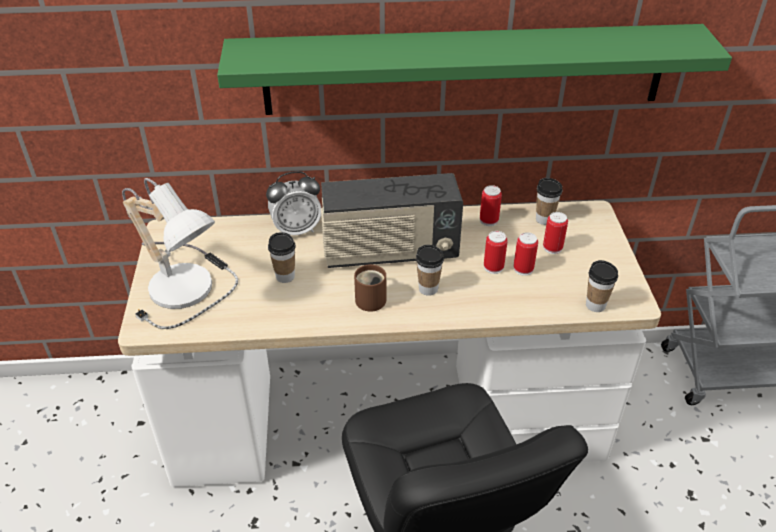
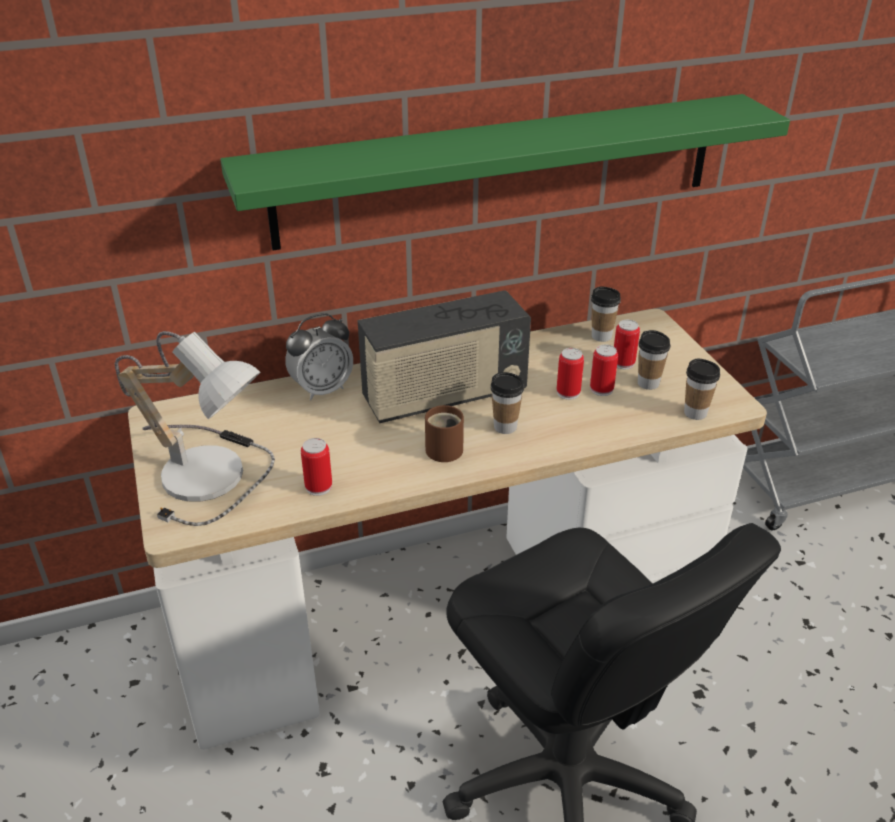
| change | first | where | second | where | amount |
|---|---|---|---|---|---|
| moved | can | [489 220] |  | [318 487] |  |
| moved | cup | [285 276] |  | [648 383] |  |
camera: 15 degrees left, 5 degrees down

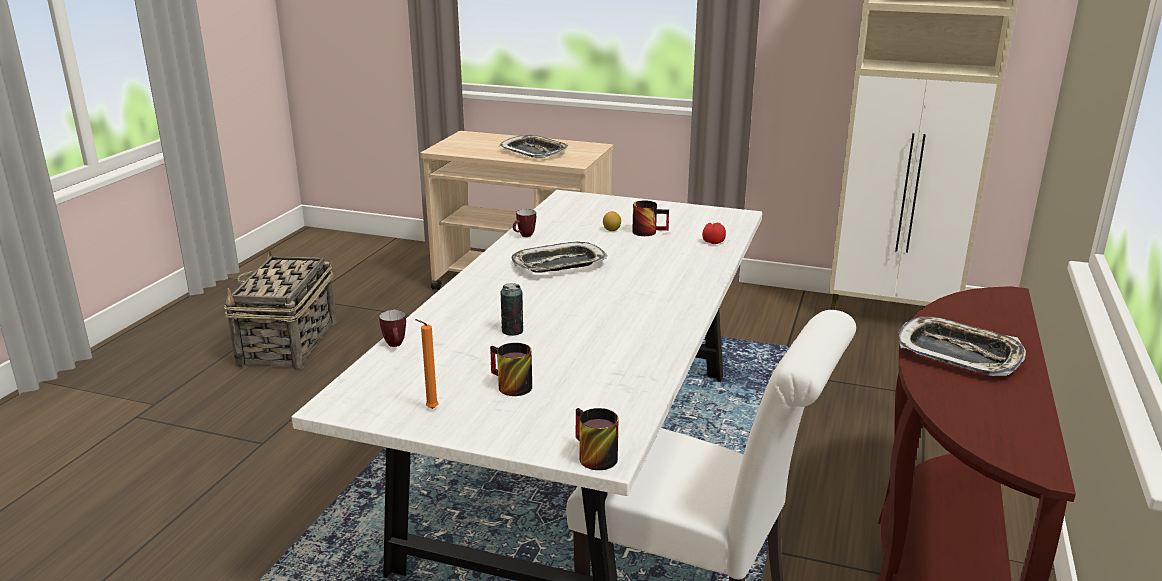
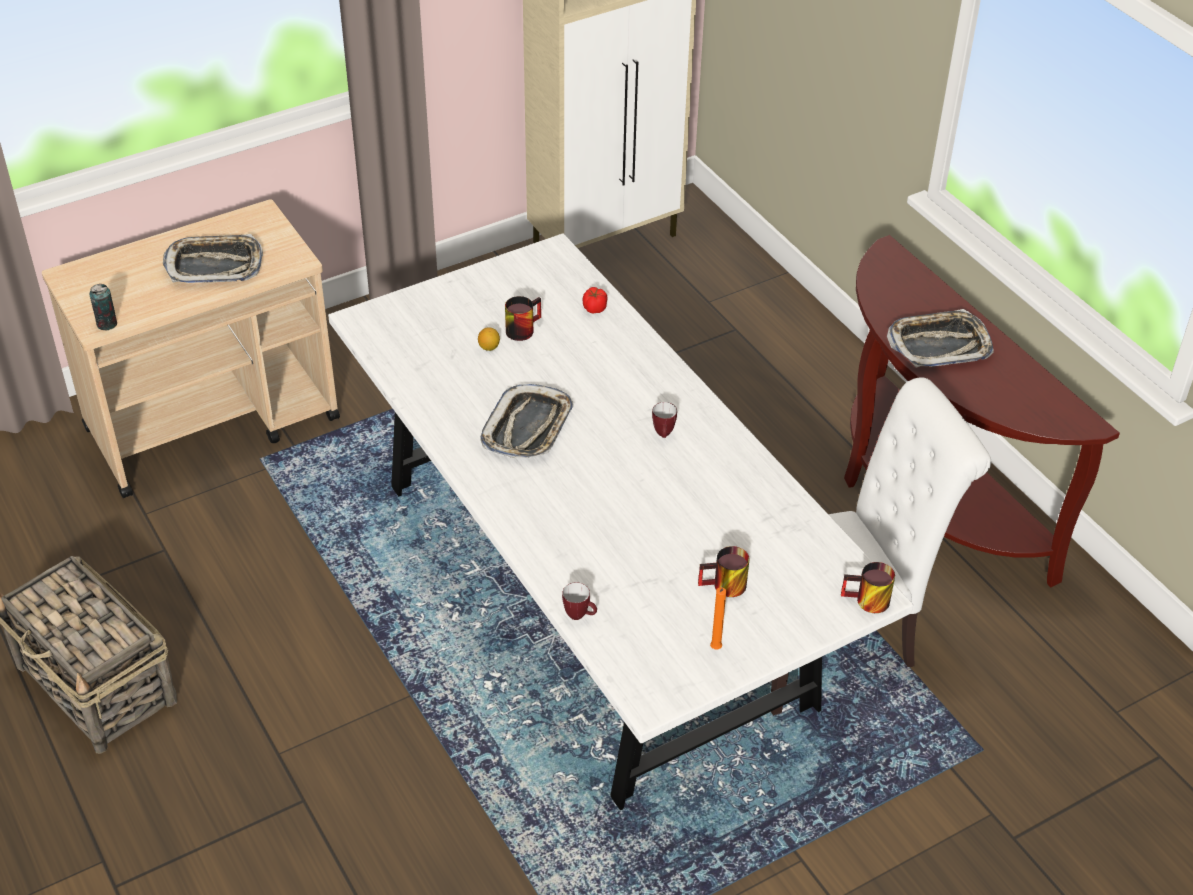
| change | first | where | second | where | amount |
|---|---|---|---|---|---|
| moved | can | [512 331] |  | [107 324] |  |
| moved | mug | [524 236] |  | [664 435] |  |
camera: 50 degrees left, 20 degrees up

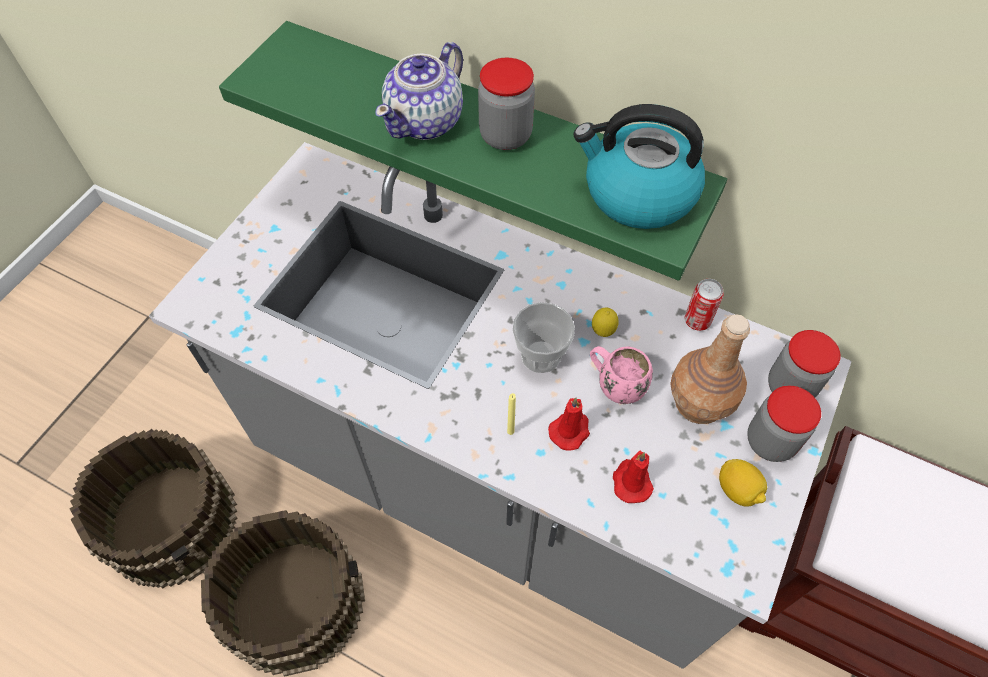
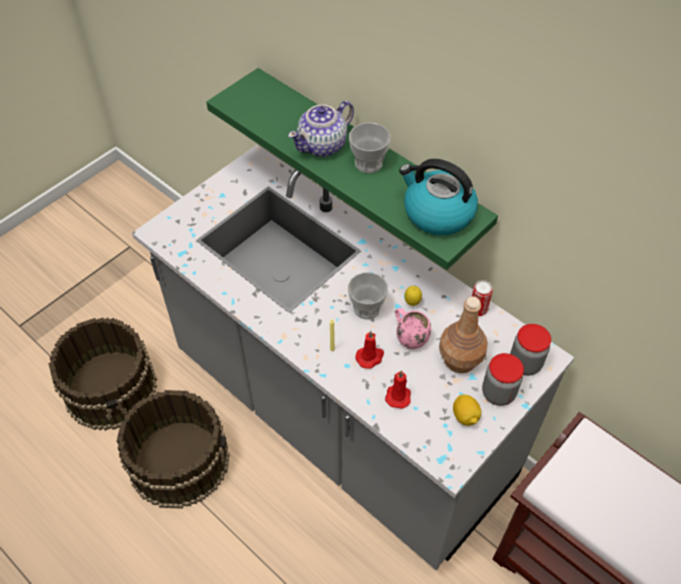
| change | first | where | second | where | amount |
|---|---|---|---|---|---|
| replaced | jar | [505 136] | cup | [368 163] |  |
camera: 15 degrees right, 5 degrees down

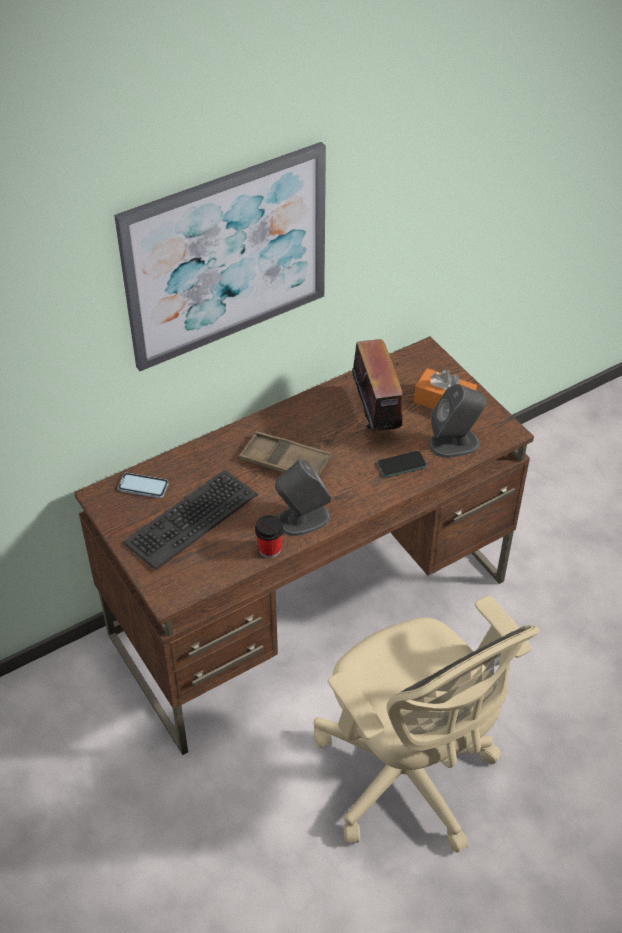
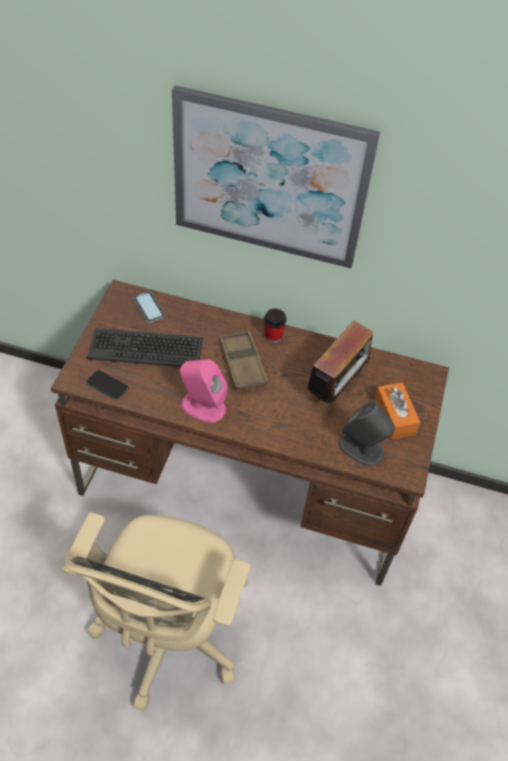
| change | first | where | second | where | amount |
|---|---|---|---|---|---|
| moved | phone | [402 465] |  | [107 385] |  |
| recoloured | grey speaker | [302 519] | pink speaker | [202 406] |  |
| moved | cup | [269 549] |  | [273 336] |  |
camera: 45 degrees right, 5 degrees up

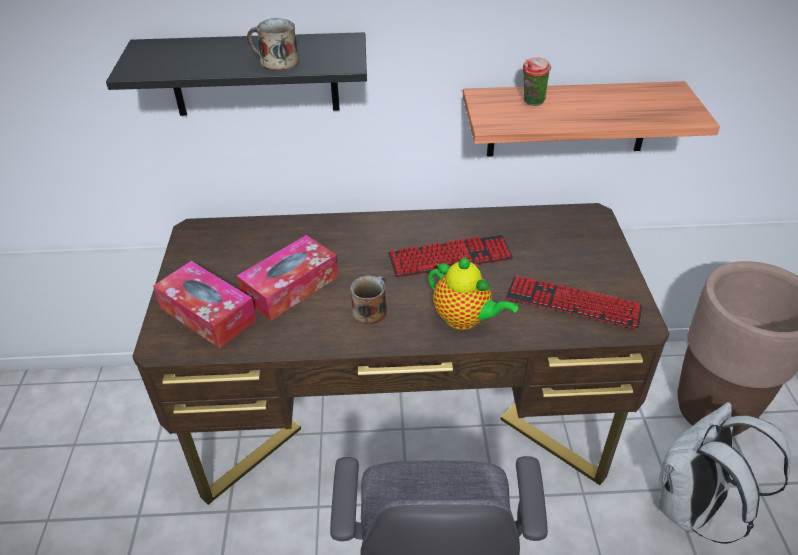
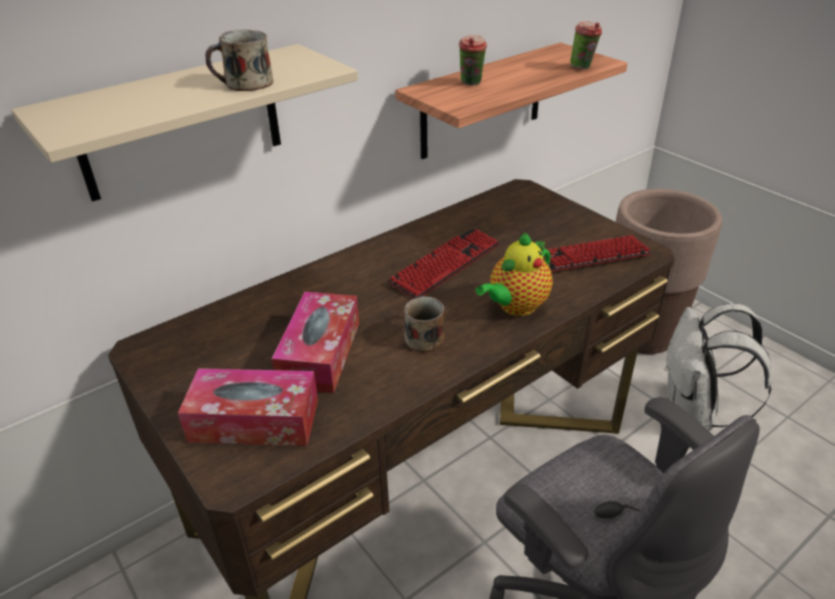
| change | first | where | second | where | amount |
|---|---|---|---|---|---|
| recoloured | black shelf | [254 75] | beige shelf | [181 123] |  |
| turned | teapot | [464 319] |  | [515 307] | 135 degrees clockwise |
| added |  |  | cup | [583 68] |  |
camera: 35 degrees left, 5 degrees down

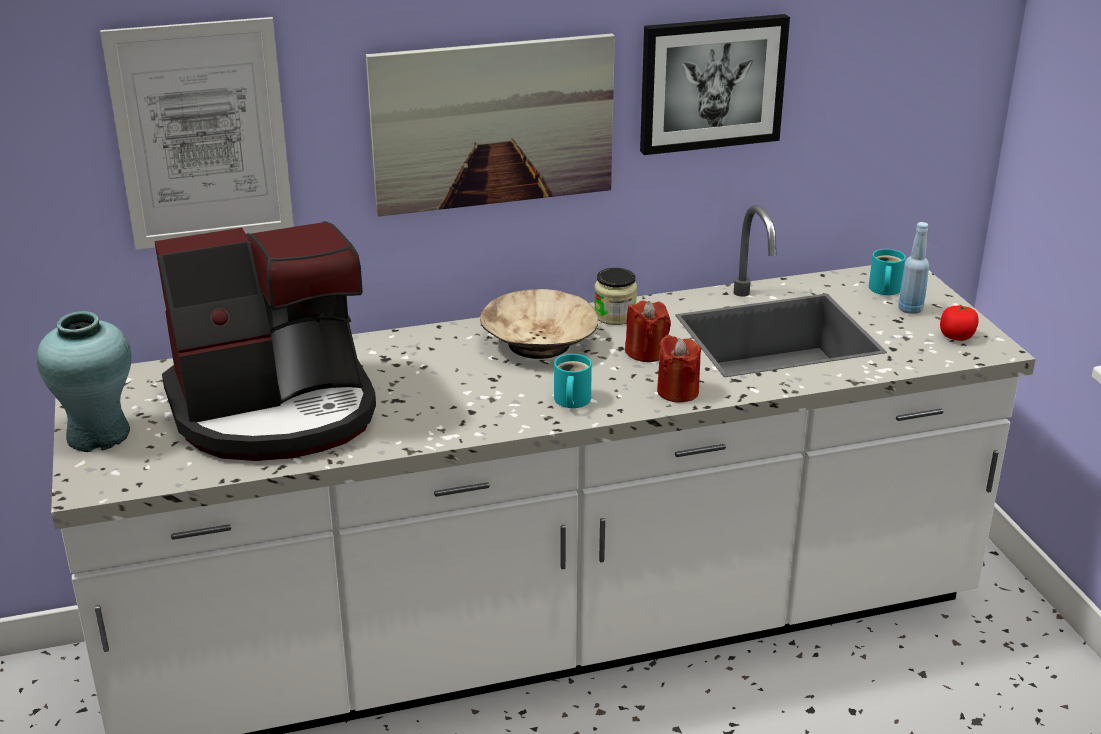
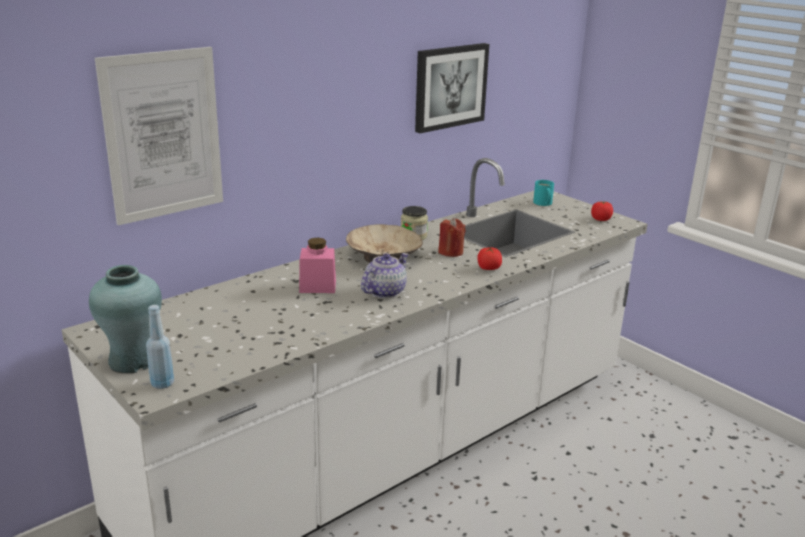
| change | first | where | second | where | amount |
|---|---|---|---|---|---|
| moved | blue bottle | [910 309] |  | [162 383] |  |
| added |  |  | pink jar | [317 286] |  |
| added |  |  | teapot | [384 291] |  |
| replaced | red candle | [677 392] | tomato | [488 268] |  |
| removed | coffee machine | [276 410] |  |  |  |
| removed | picture | [493 124] |  |  |  |
| removed | turquoise mug | [570 400] |  |  |  |
camera: 25 degrees left, 5 degrees down

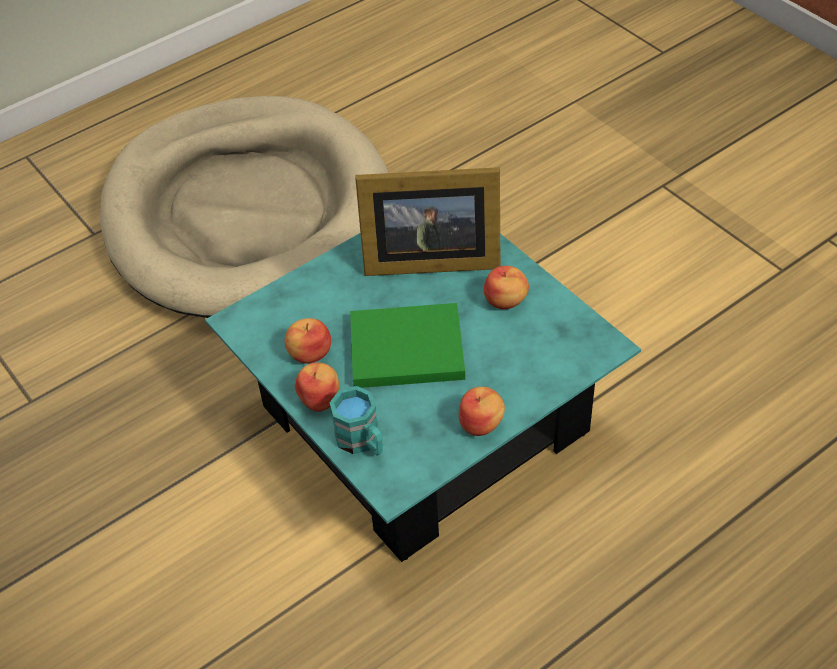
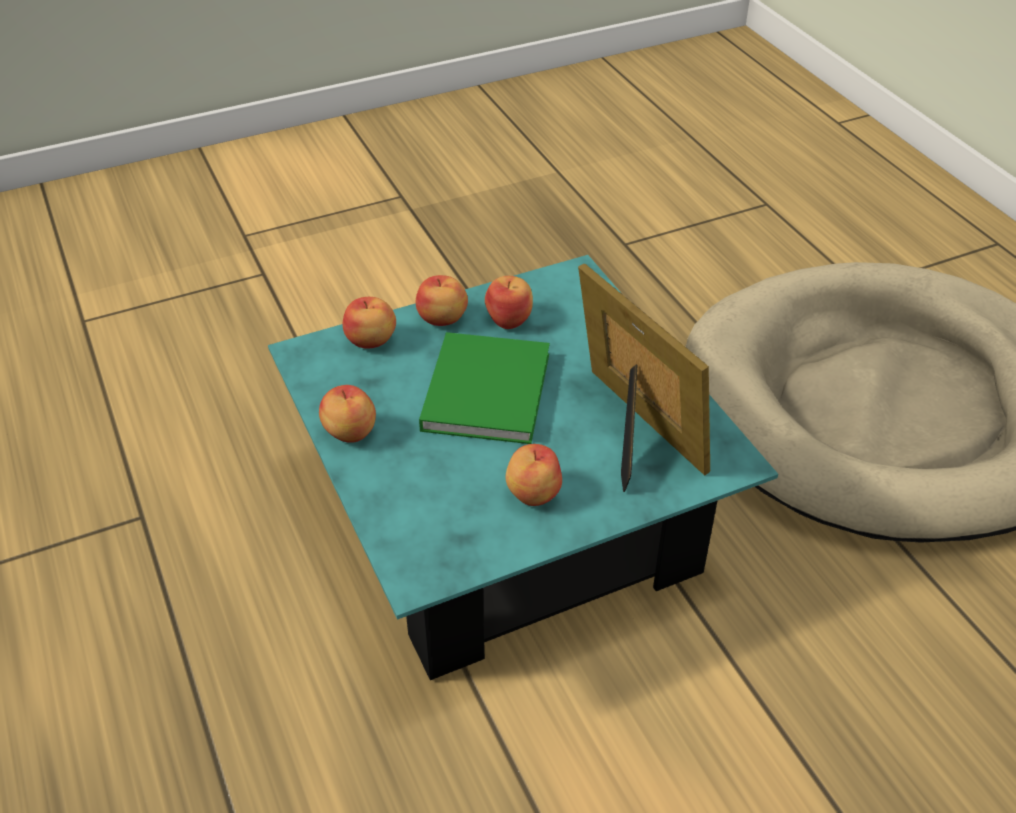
| change | first | where | second | where | amount |
|---|---|---|---|---|---|
| replaced | turquoise mug | [363 442] | apple | [371 341] |  |
| turned | picture frame | [427 258] |  | [633 432] | 135 degrees clockwise |
camera: 100 degrees right, 5 degrees down

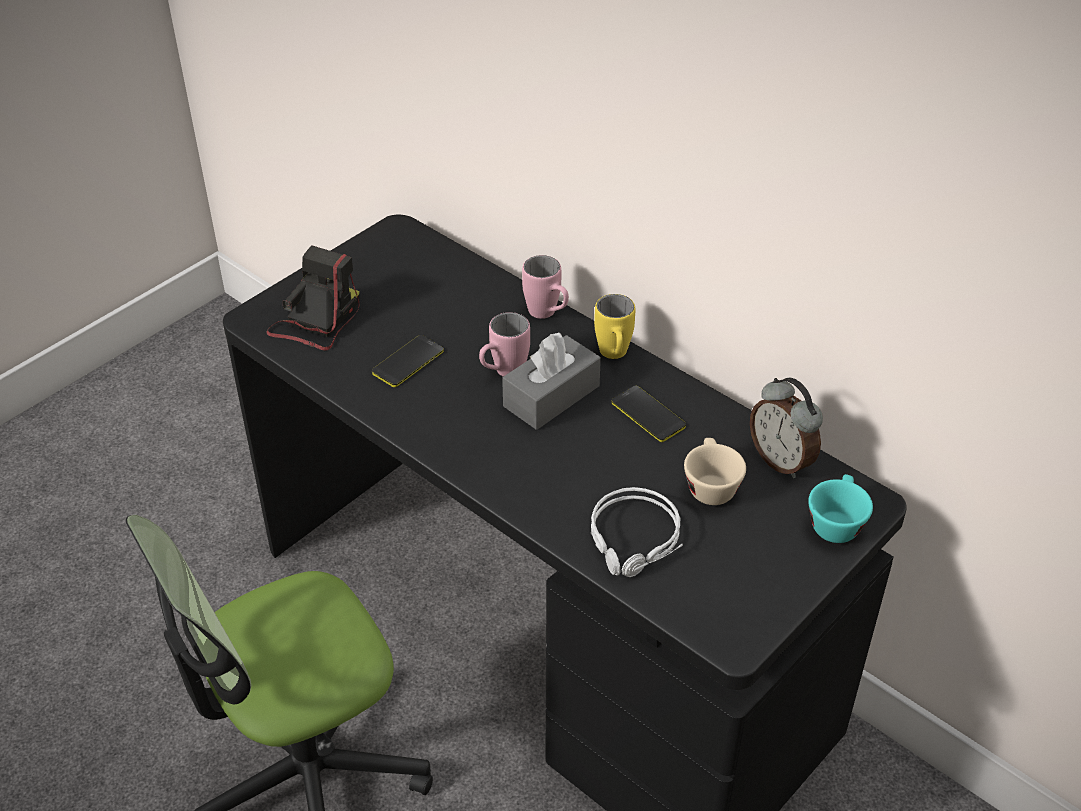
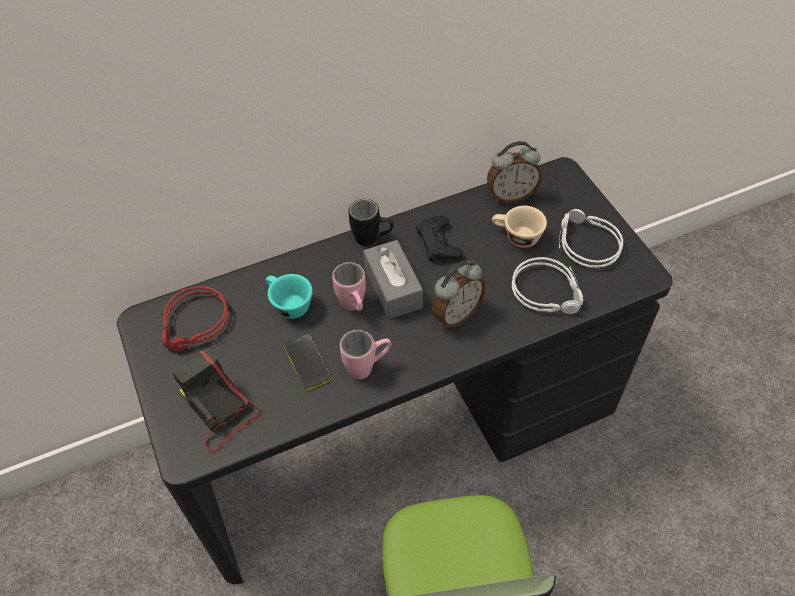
| change | first | where | second | where | amount |
|---|---|---|---|---|---|
| added |  |  | red headphones | [195 325] |  |
| moved | turquoise cup | [835 522] |  | [288 304] |  |
| moved | pink mug | [547 315] |  | [367 367] |  |
| recoloured | yellow mug | [614 356] | black mug | [372 240] |  |
| replaced | phone | [648 414] | black game controller | [438 243] |  |
| added |  |  | alarm clock | [456 314] |  |
| added |  |  | grey headphones | [585 243] |  |
camera: 65 degrees left, 10 degrees up

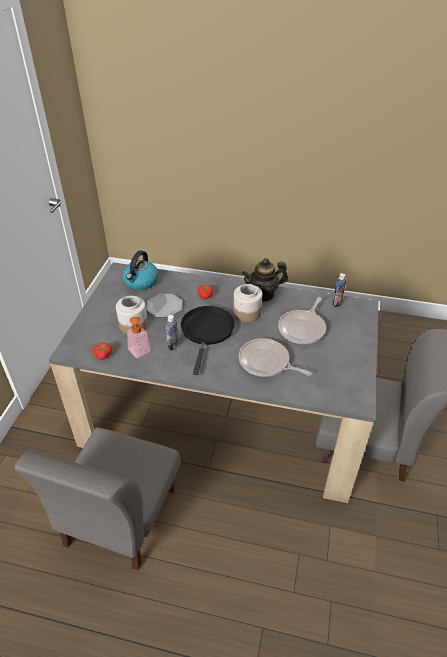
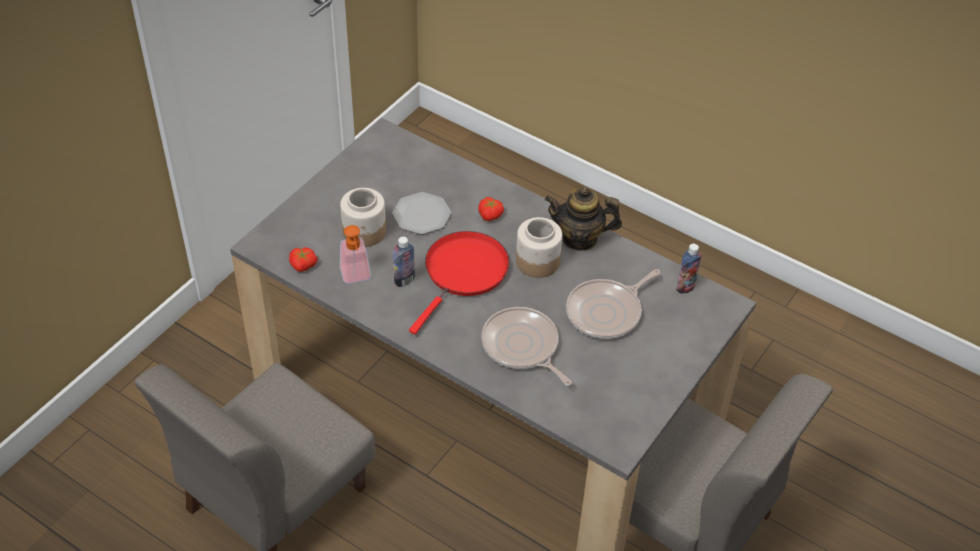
| change | first | where | second | where | amount |
|---|---|---|---|---|---|
| recoloured | black frying pan | [207 331] | red frying pan | [464 273] |  |
| removed | kettle | [141 282] |  |  |  |
camera: 20 degrees right, 5 degrees up

